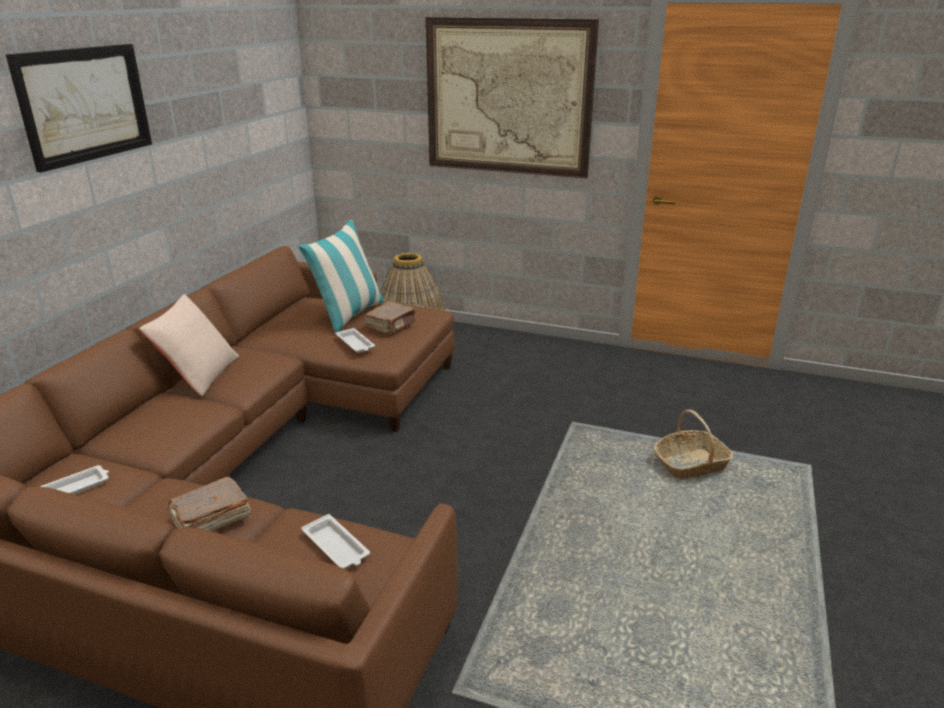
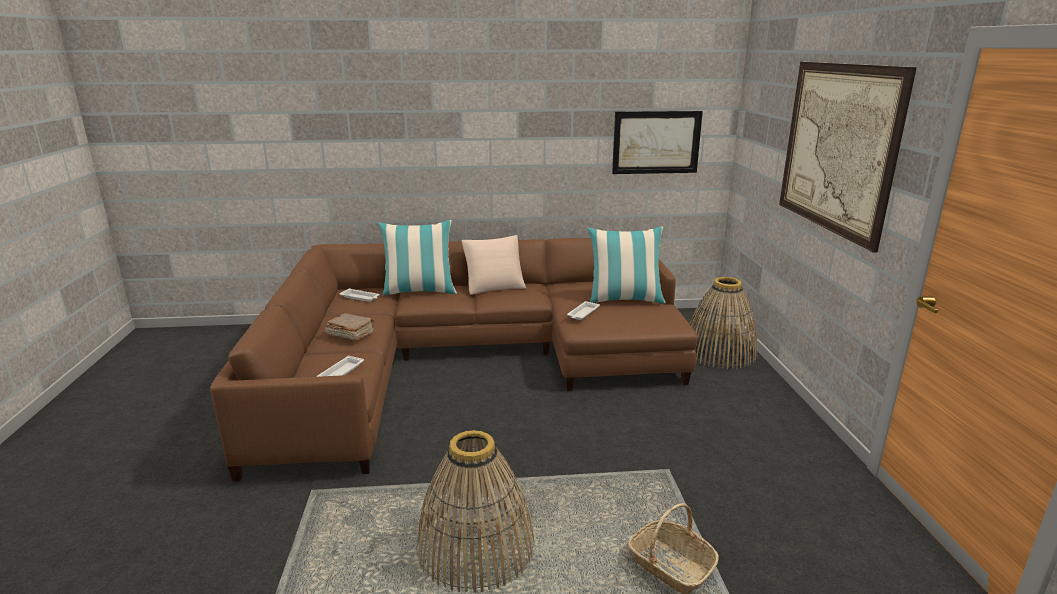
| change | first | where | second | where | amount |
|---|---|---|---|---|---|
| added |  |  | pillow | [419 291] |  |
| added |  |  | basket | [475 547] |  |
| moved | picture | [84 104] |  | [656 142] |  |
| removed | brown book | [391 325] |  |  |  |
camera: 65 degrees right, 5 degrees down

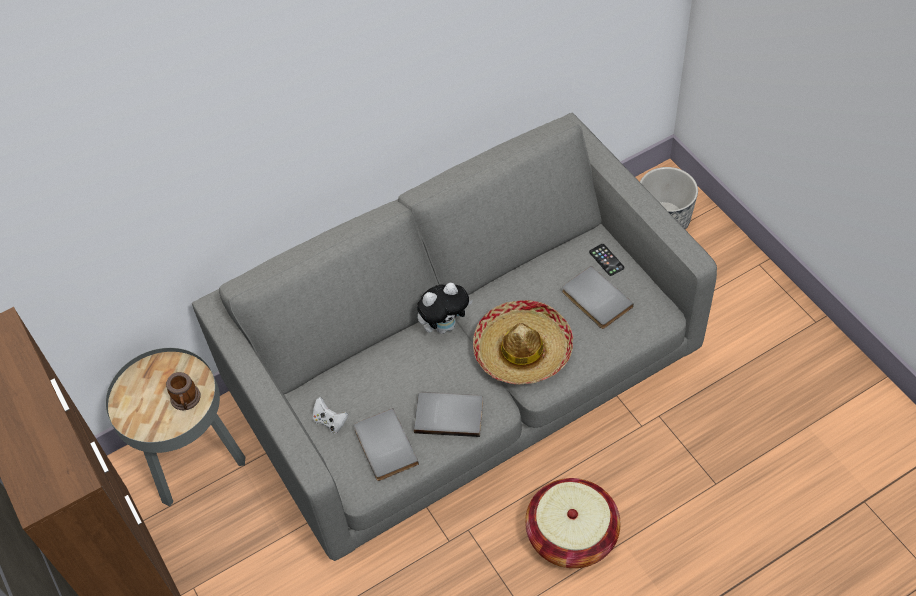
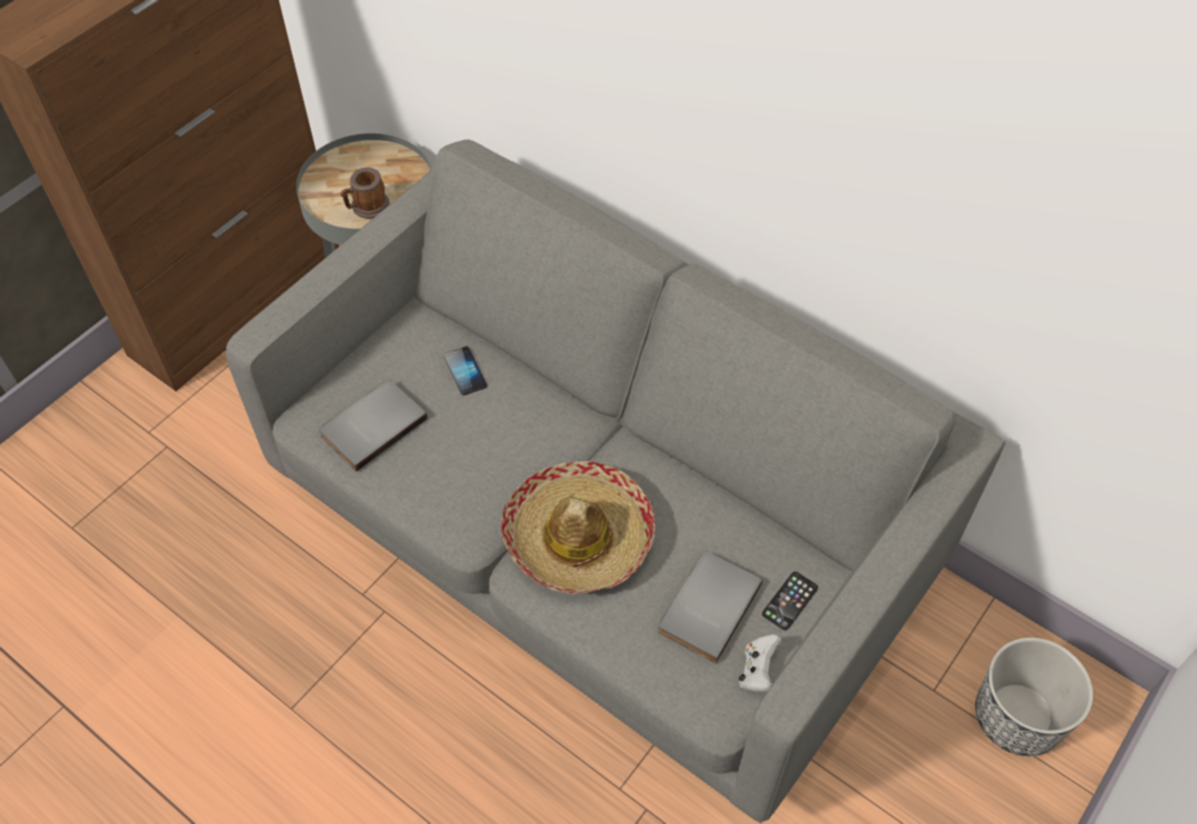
| change | first | where | second | where | amount |
|---|---|---|---|---|---|
| added |  |  | phone | [465 372] |  |
| moved | white game controller | [330 421] |  | [757 671] |  |
| removed | grey book | [449 414] |  |  |  |
| removed | plush toy | [445 325] |  |  |  |
| removed | basket | [572 534] |  |  |  |
camera: 65 degrees right, 0 degrees up

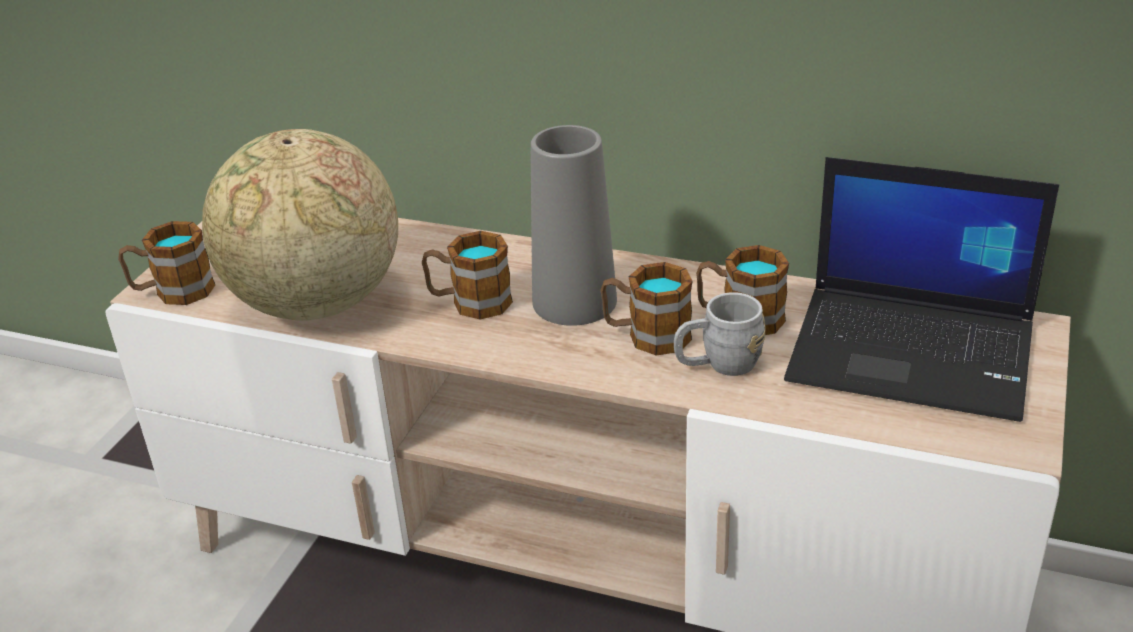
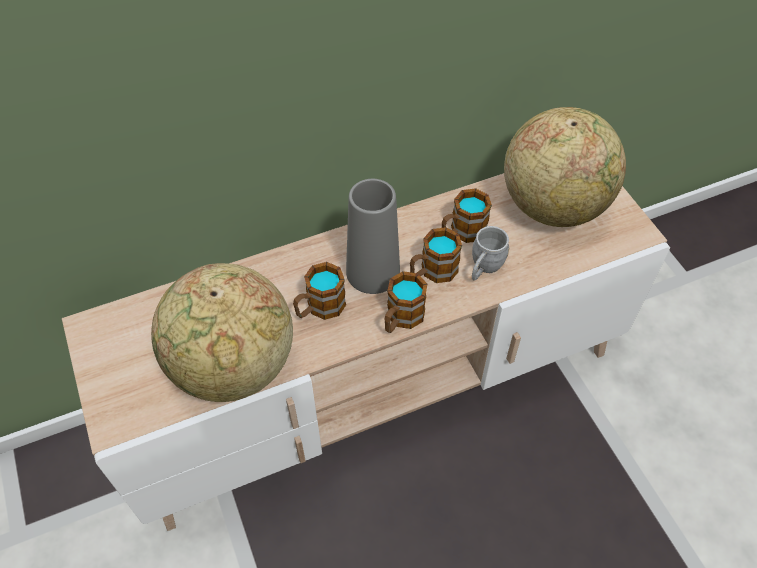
| change | first | where | second | where | amount |
|---|---|---|---|---|---|
| moved | mug | [173 292] |  | [401 319] |  |
| replaced | laptop | [914 352] | globe | [553 206] |  |
camera: 45 degrees left, 20 degrees up

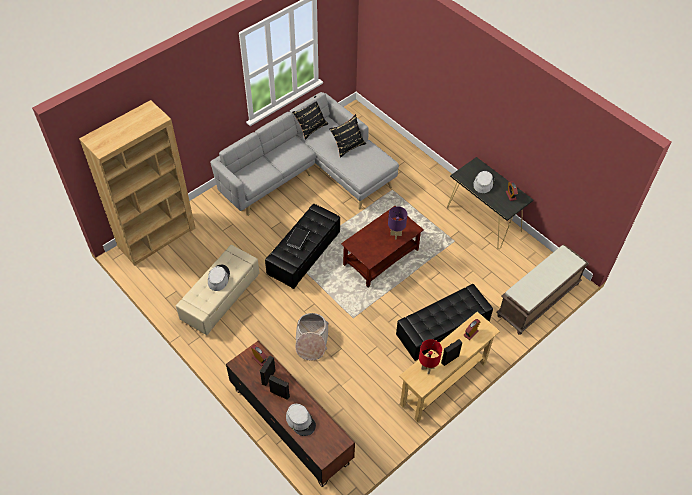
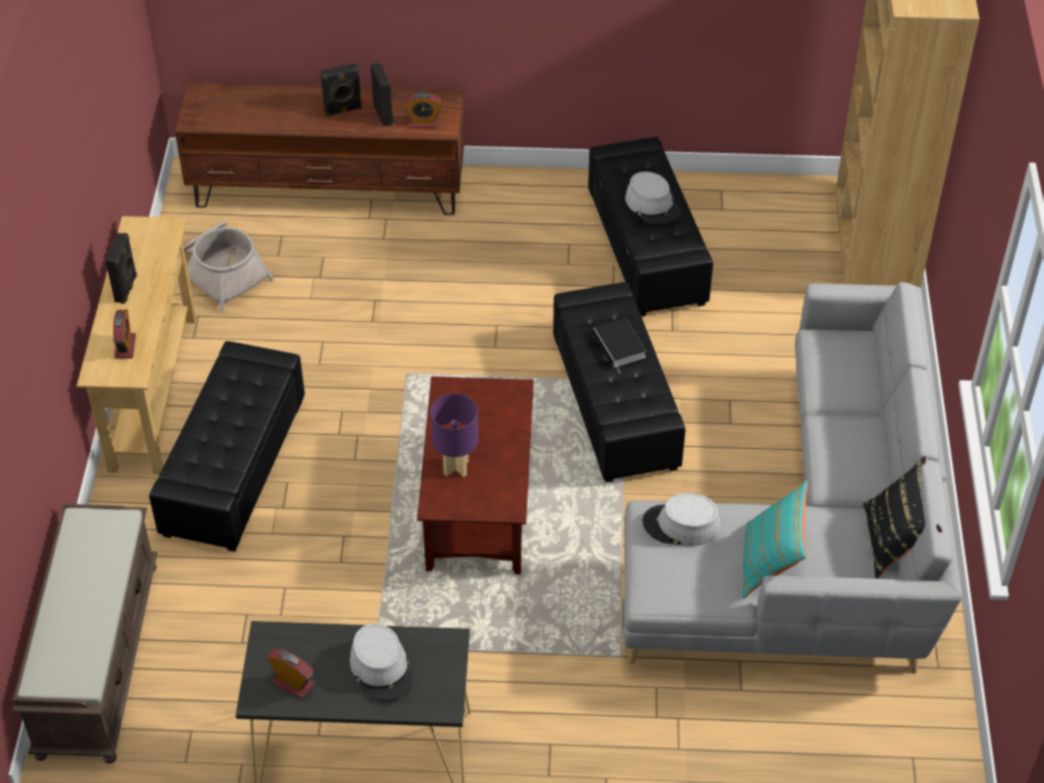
| change | first | where | second | where | amount |
|---|---|---|---|---|---|
| moved | basket | [311 340] |  | [221 273] |  |
| recoloured | beige ottoman | [221 298] | black ottoman | [645 248] |  |
| moved | grey hat | [300 421] |  | [681 525] |  |
| recoloured | black pillow | [348 145] | turquoise pillow | [770 563] |  |
| removed | red table lamp | [427 368] |  |  |  |
camera: 135 degrees right, 5 degrees down

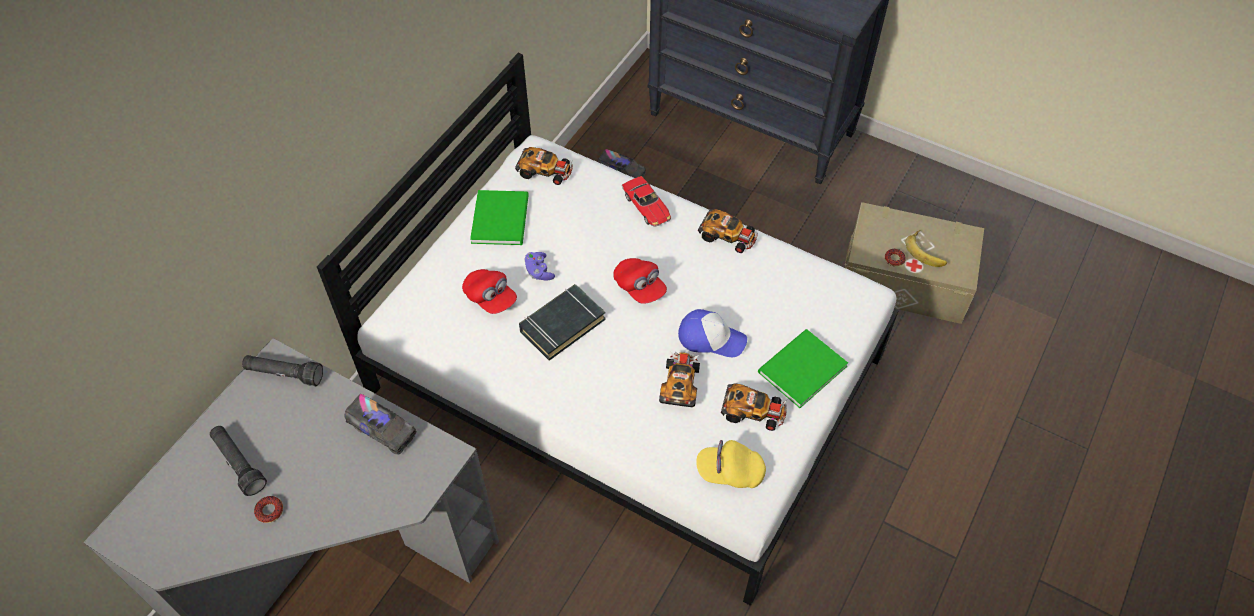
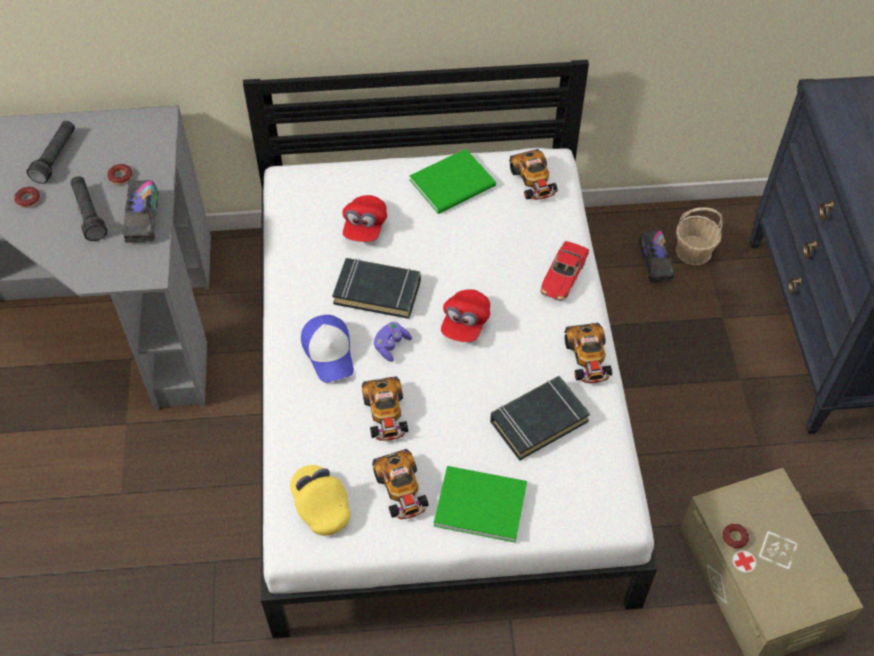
| change | first | where | second | where | amount |
|---|---|---|---|---|---|
| moved | black flashlight | [284 374] |  | [89 214] |  |
| added |  |  | donut | [121 176] |  |
| moved | cap | [711 338] |  | [329 352] |  |
| turned | toy car | [680 384] |  | [385 414] | 105 degrees clockwise |
| moved | purple game controller | [539 271] |  | [391 345] |  |
| added |  |  | black book | [538 421] |  |
| added |  |  | basket | [694 251] |  |
| removed | banana | [926 251] |  |  |  |
camera: 55 degrees right, 0 degrees up

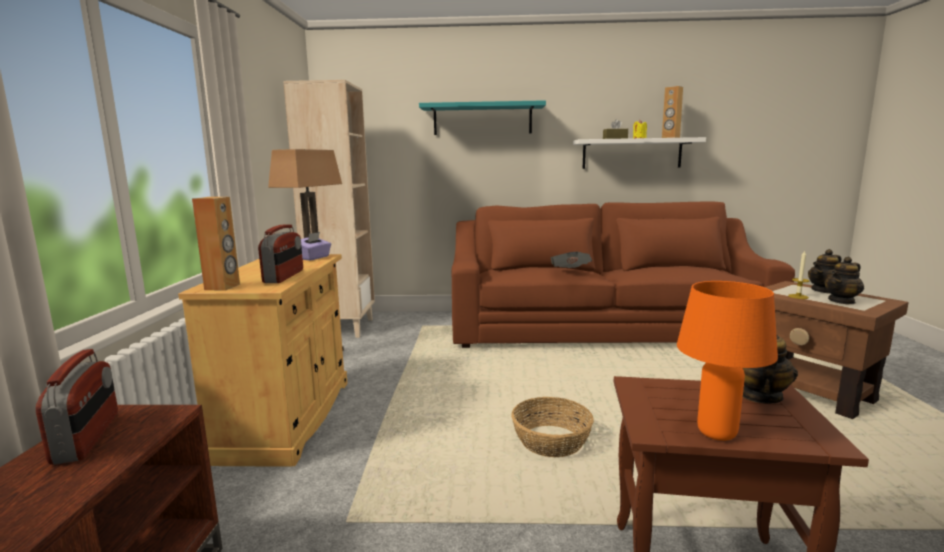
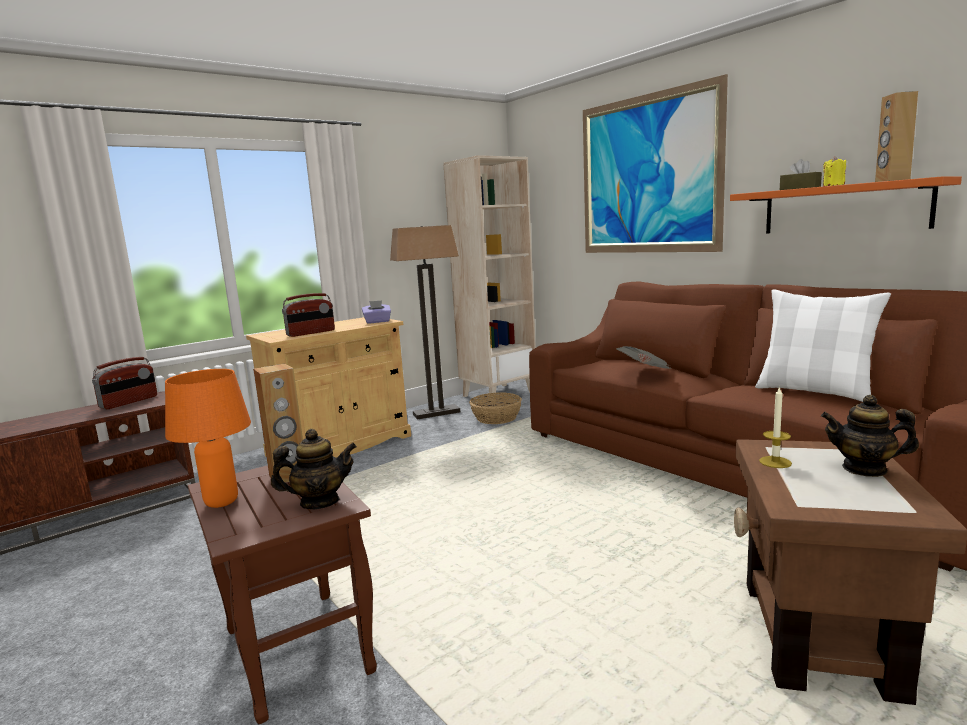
| change | first | where | second | where | amount |
|---|---|---|---|---|---|
| moved | brown speaker | [223 287] |  | [288 476] |  |
| moved | basket | [551 441] |  | [497 418] |  |
| replaced | turquoise shelf | [482 119] | picture | [647 175] |  |
| recoloured | white shelf | [631 153] | orange shelf | [843 208] |  |
| added |  |  | white pillow | [815 391] |  |
| removed | teapot | [842 301] |  |  |  |
camera: 50 degrees right, 0 degrees up

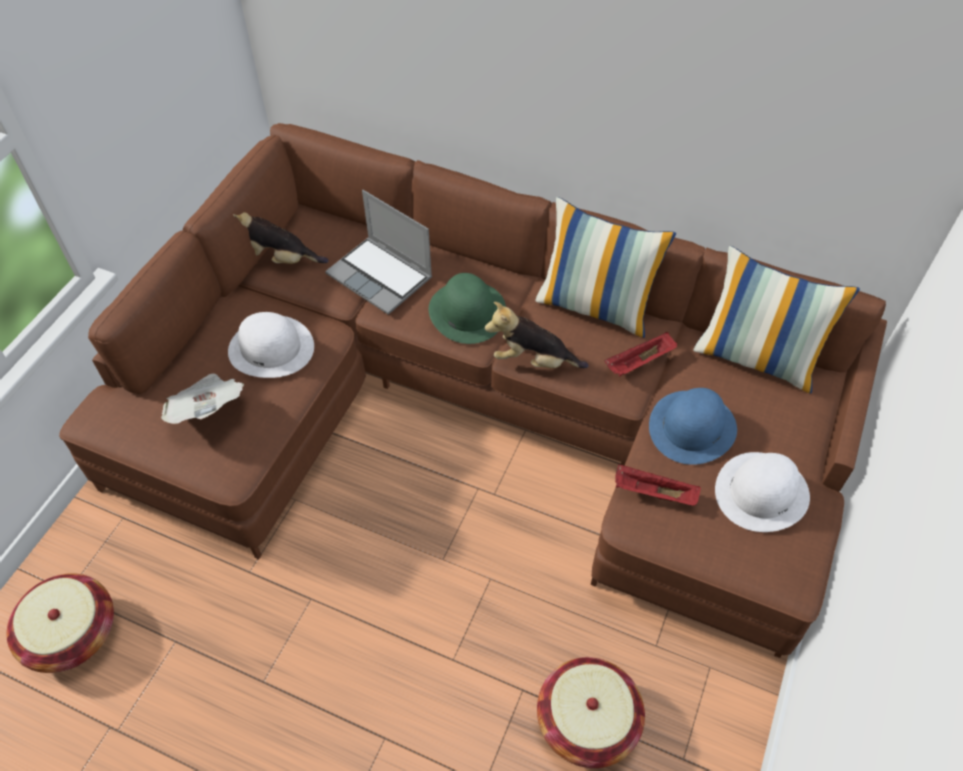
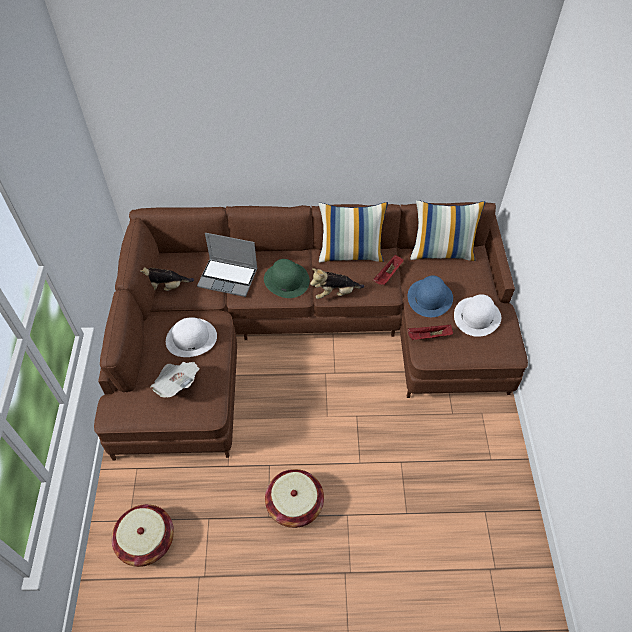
| change | first | where | second | where | amount |
|---|---|---|---|---|---|
| moved | basket | [587 721] |  | [295 504] |  |
camera: 25 degrees left, 0 degrees up

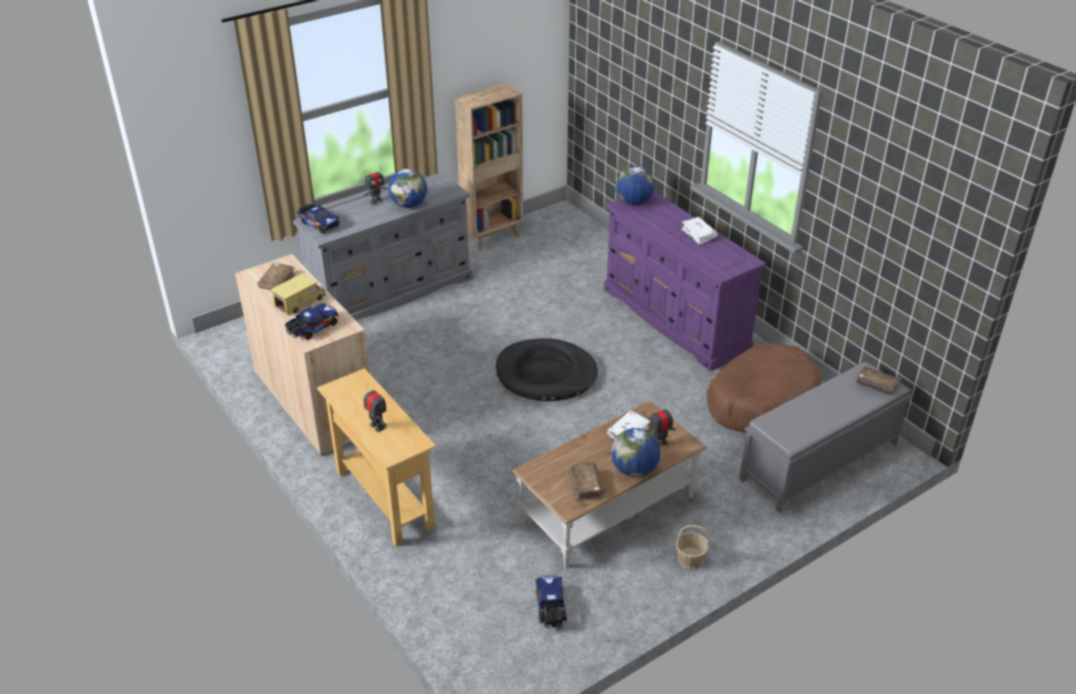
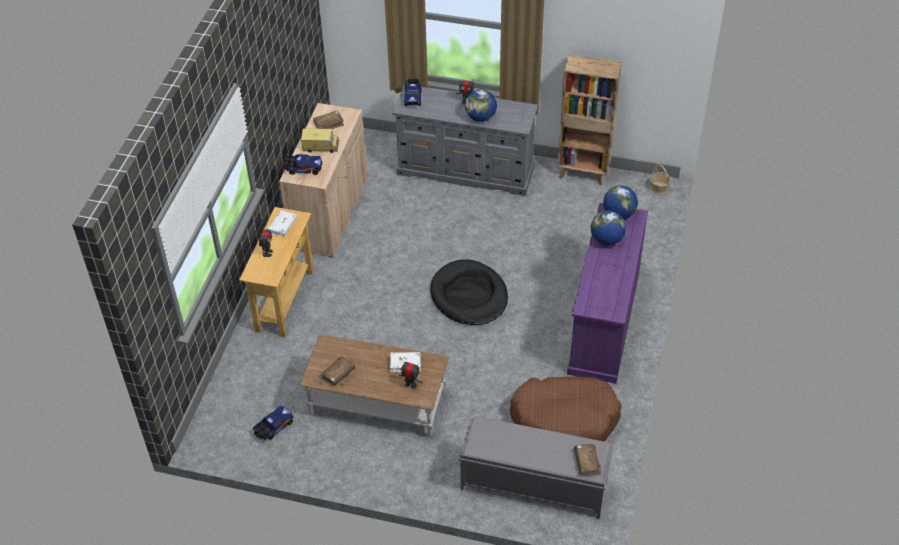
| change | first | where | second | where | amount |
|---|---|---|---|---|---|
| moved | white book | [698 234] |  | [283 227] |  |
| moved | globe | [634 470] |  | [606 240] |  |
| moved | basket | [690 558] |  | [659 188] |  |
camera: 50 degrees right, 10 degrees up

